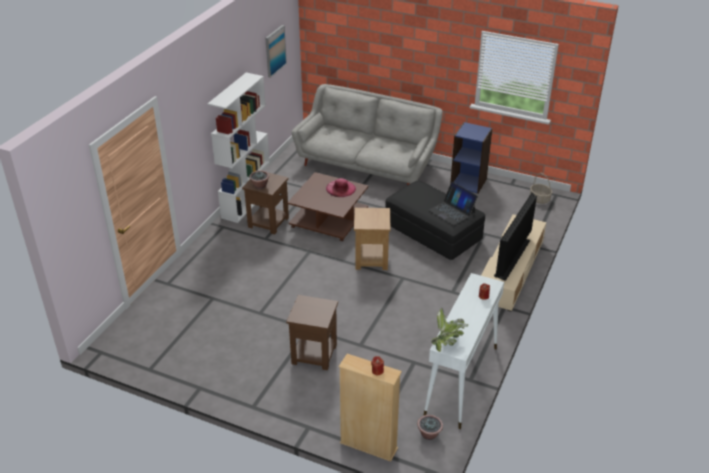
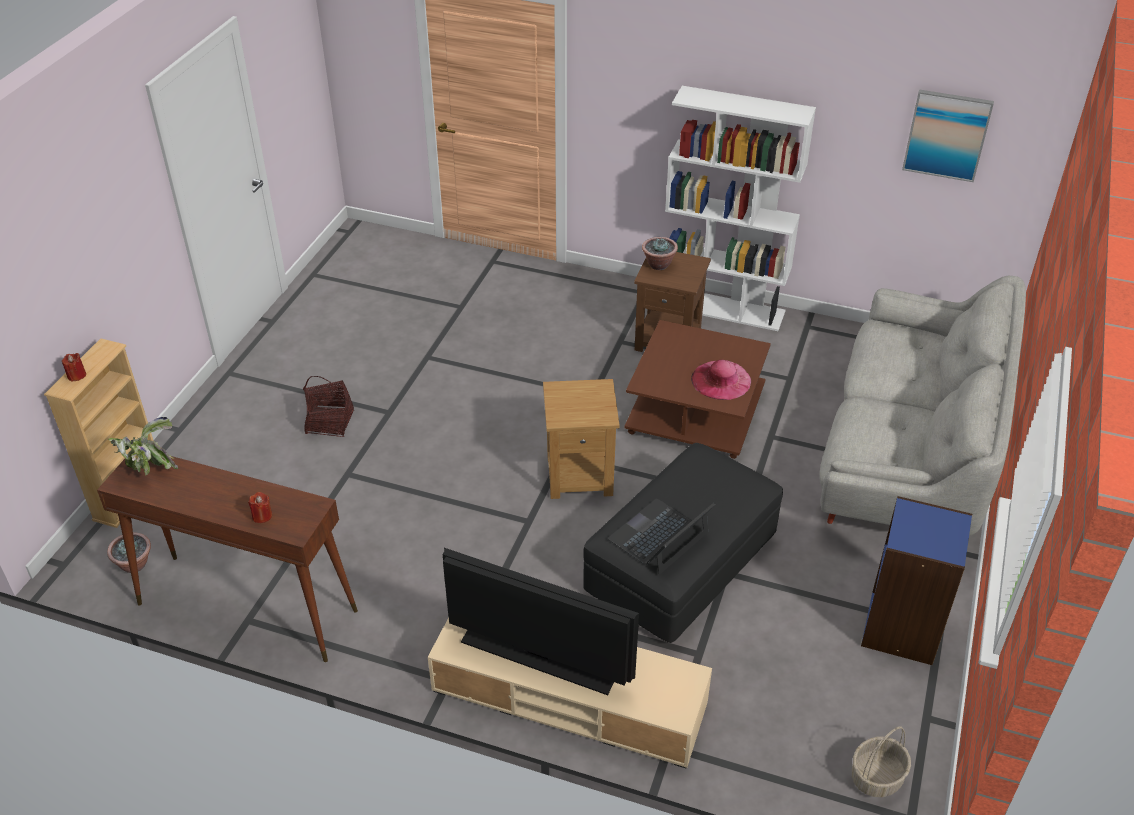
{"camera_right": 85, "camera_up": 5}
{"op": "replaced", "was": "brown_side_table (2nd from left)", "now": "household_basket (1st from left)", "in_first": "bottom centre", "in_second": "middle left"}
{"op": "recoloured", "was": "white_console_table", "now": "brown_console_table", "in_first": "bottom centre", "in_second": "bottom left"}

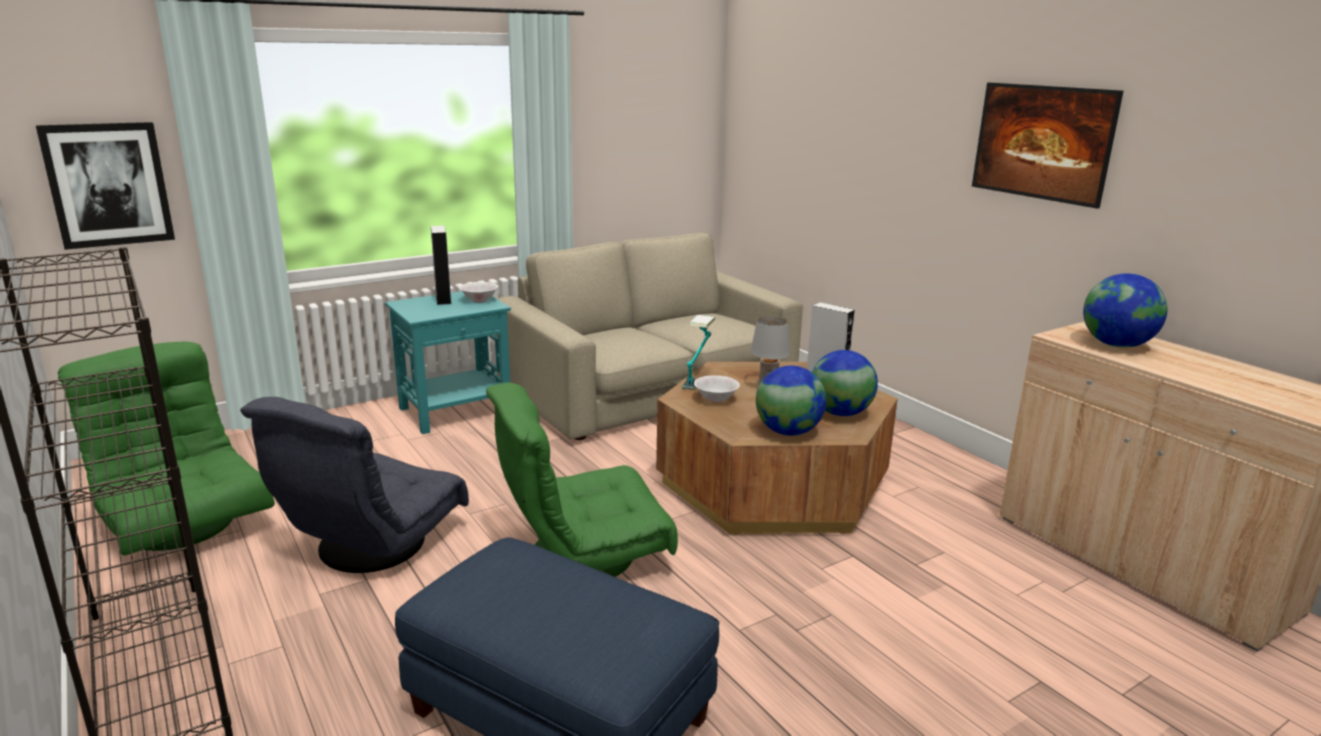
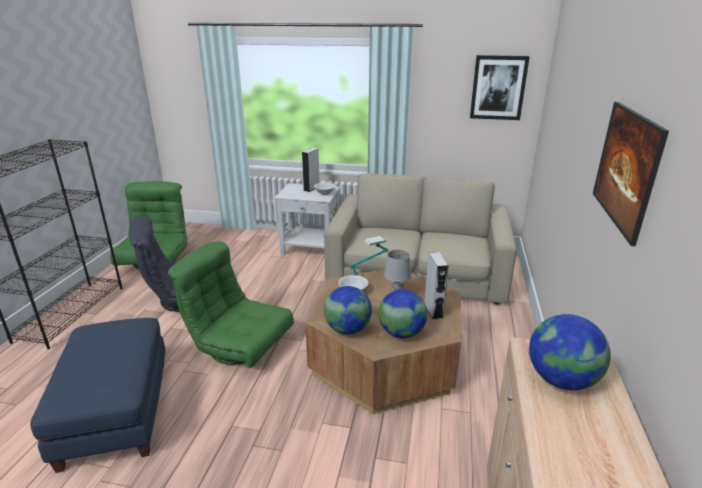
{"camera_right": 45, "camera_up": 5}
{"op": "moved", "was": "wall_picture (1st from left)", "in_first": "top left", "in_second": "top right"}
{"op": "recoloured", "was": "turquoise_side_table", "now": "white_side_table", "in_first": "centre", "in_second": "centre"}

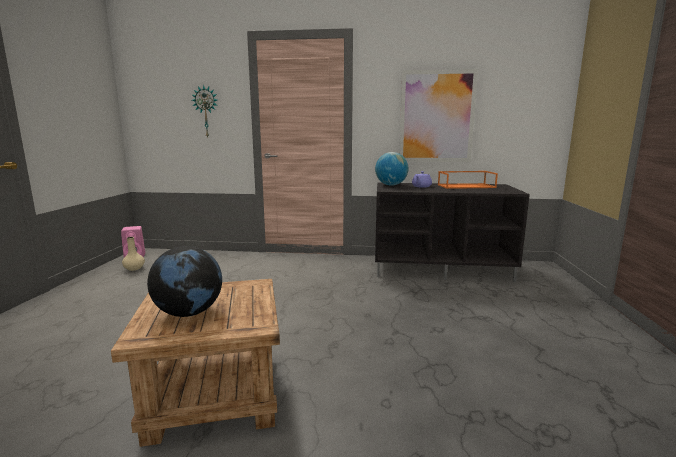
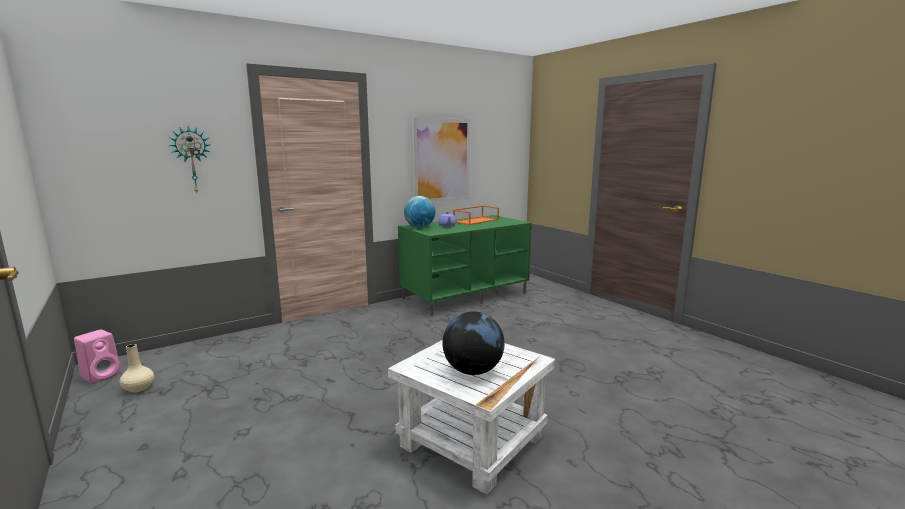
{"camera_right": -40, "camera_up": 0}
{"op": "recoloured", "was": "brown_side_table", "now": "white_side_table", "in_first": "bottom left", "in_second": "bottom centre"}
{"op": "recoloured", "was": "blackish_media_console", "now": "green-coloured_media_console", "in_first": "middle right", "in_second": "centre"}

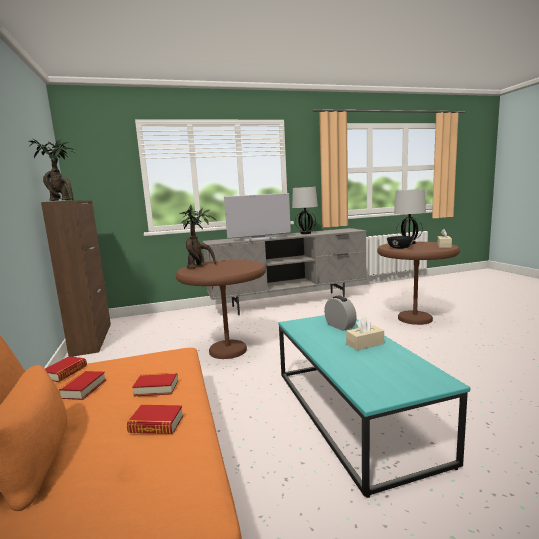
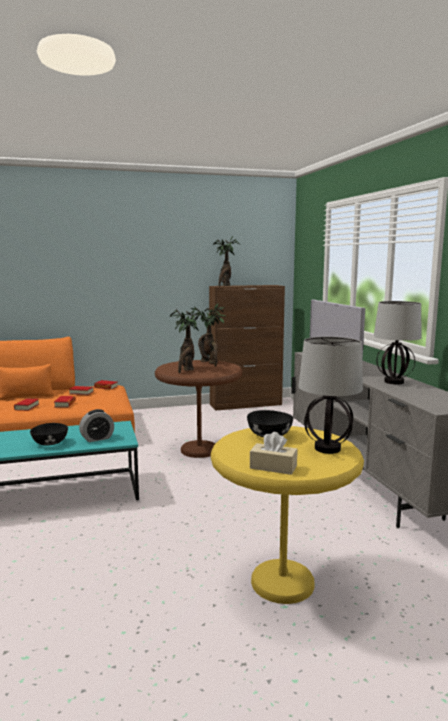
{"camera_right": 90, "camera_up": 0}
{"op": "added", "now": "houseplant (1st from left)", "in_second": "centre"}
{"op": "replaced", "was": "beige-coloured_tissue_box (1st from left)", "now": "blackish_deep_dish (1st from left)", "in_first": "middle right", "in_second": "middle left"}
{"op": "recoloured", "was": "brown_side_table (2nd from left)", "now": "yellowish_side_table", "in_first": "middle right", "in_second": "bottom centre"}

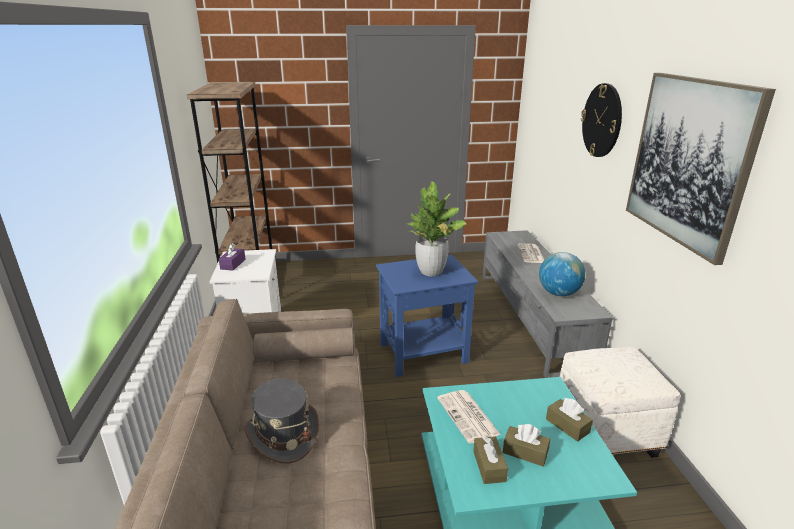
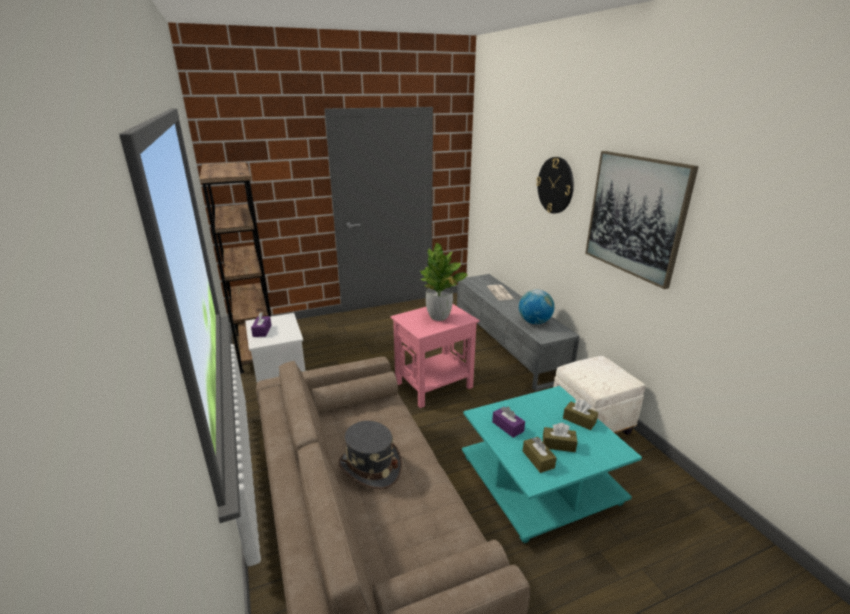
{"camera_right": -15, "camera_up": 0}
{"op": "replaced", "was": "printed_paper (1st from left)", "now": "purple_tissue_box (2nd from left)", "in_first": "bottom centre", "in_second": "bottom centre"}
{"op": "recoloured", "was": "bluish_side_table", "now": "pinkish_side_table", "in_first": "centre", "in_second": "centre"}

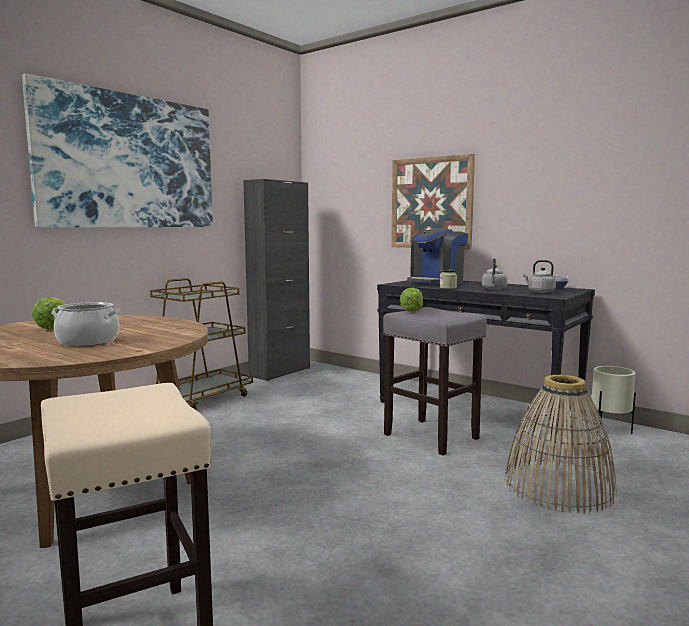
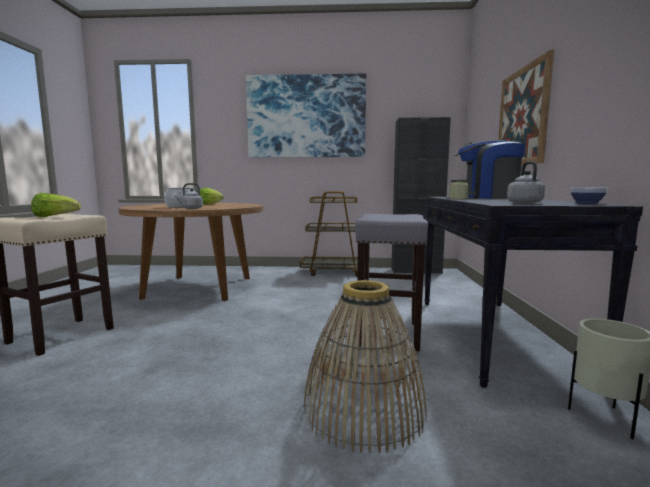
{"camera_right": 55, "camera_up": 0}
{"op": "moved", "was": "lettuce (2nd from left in the first image)", "now": "lettuce (1st from left)", "in_first": "centre", "in_second": "middle left"}
{"op": "moved", "was": "gray_kettle (1st from left)", "in_first": "middle right", "in_second": "middle left"}

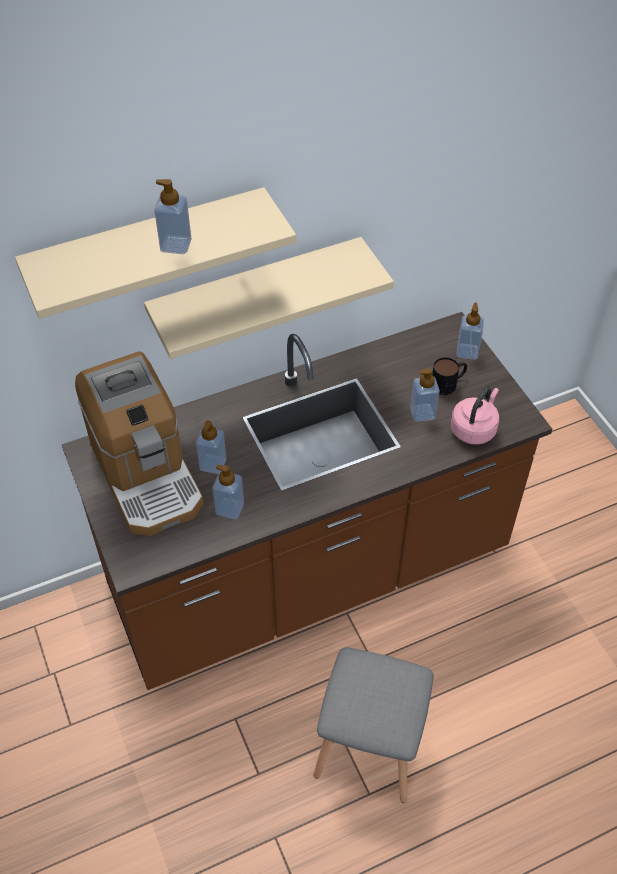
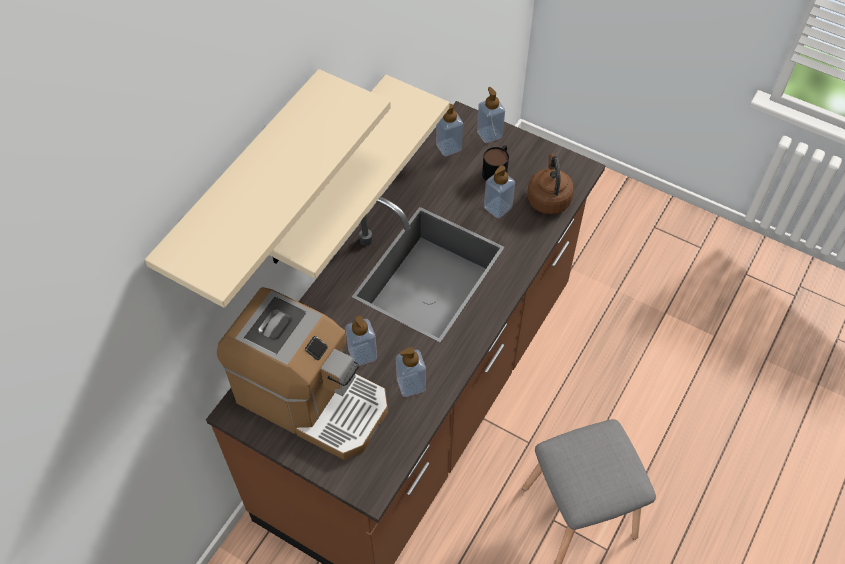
{"camera_right": -35, "camera_up": 5}
{"op": "moved", "was": "soap_bottle (1st from left in the first image)", "now": "soap_bottle (3rd from left)", "in_first": "top left", "in_second": "top centre"}
{"op": "recoloured", "was": "pinkish_kettle", "now": "brown_kettle", "in_first": "middle right", "in_second": "top centre"}

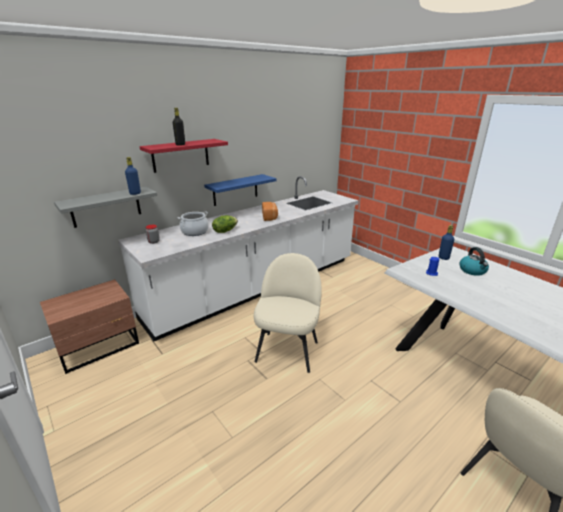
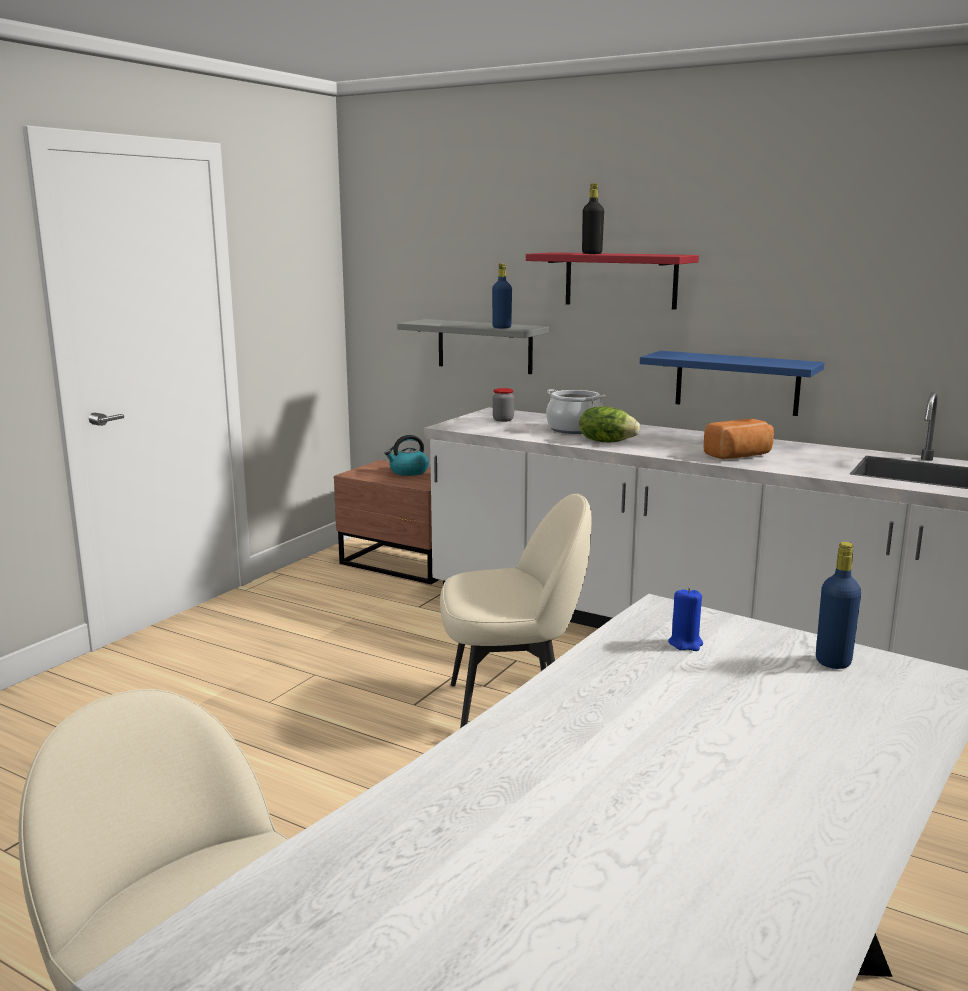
{"camera_right": 70, "camera_up": -10}
{"op": "moved", "was": "kettle", "in_first": "middle right", "in_second": "centre"}

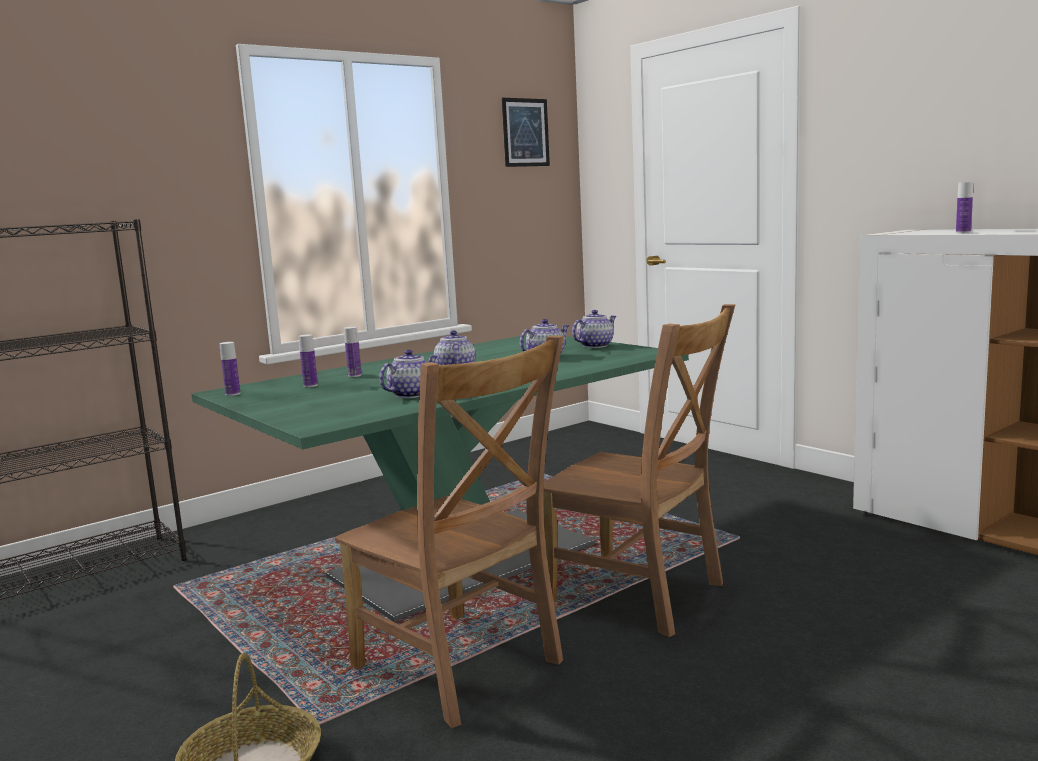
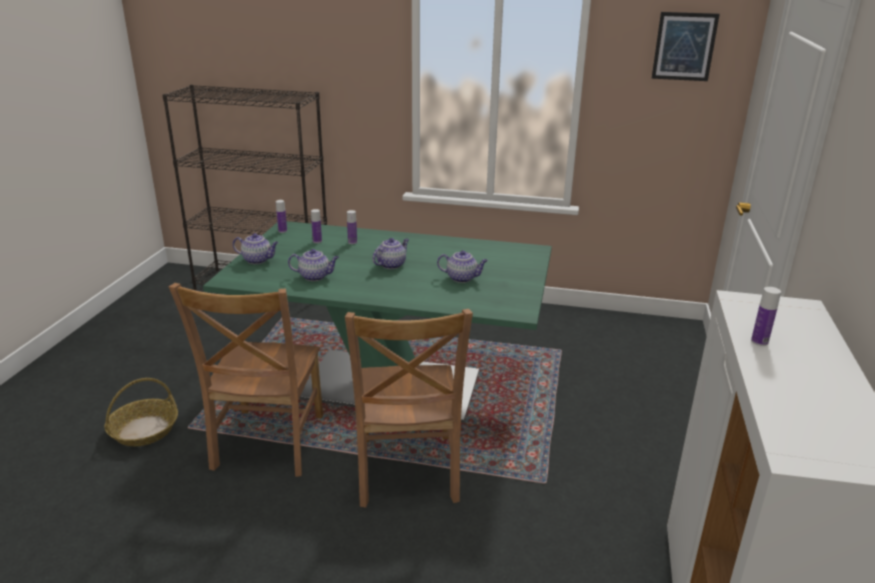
{"camera_right": 50, "camera_up": 15}
{"op": "moved", "was": "teapot (4th from left in the first image)", "now": "teapot (1st from left)", "in_first": "centre", "in_second": "middle left"}

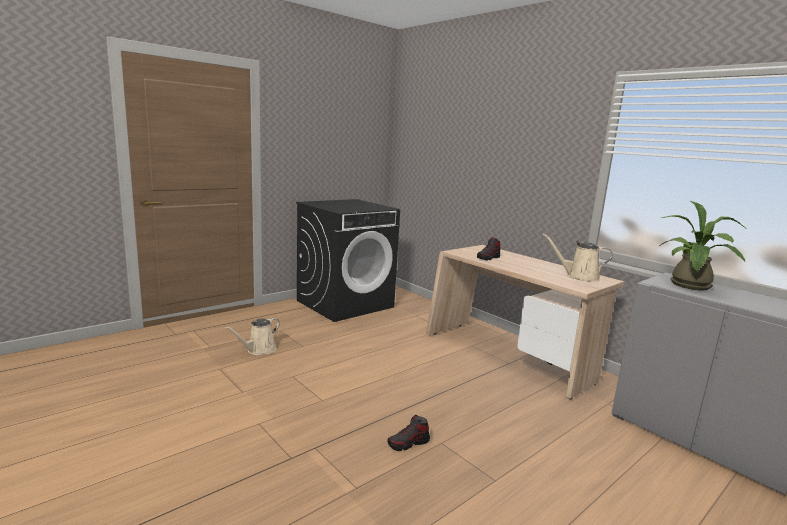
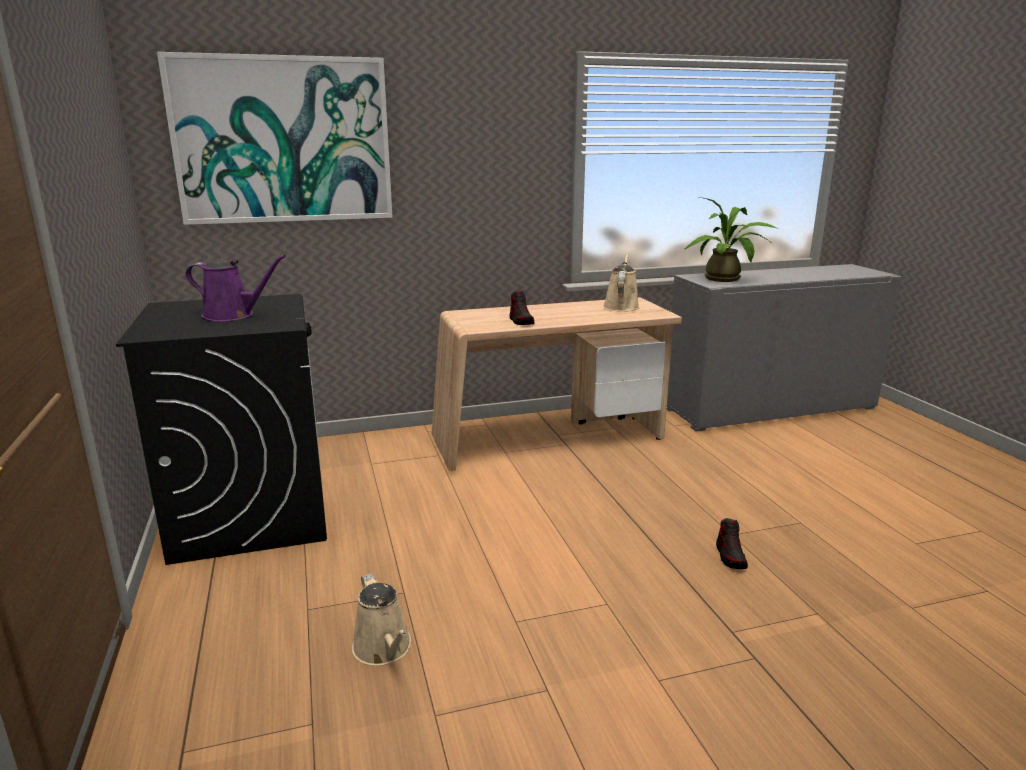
{"camera_right": -65, "camera_up": 5}
{"op": "added", "now": "wall_picture", "in_second": "top left"}
{"op": "added", "now": "purple_watering_pot", "in_second": "middle left"}
{"op": "turned", "was": "beige-coloured_watering_pot (2nd from left)", "in_first": "middle right", "in_second": "centre", "clockwise": 150}

